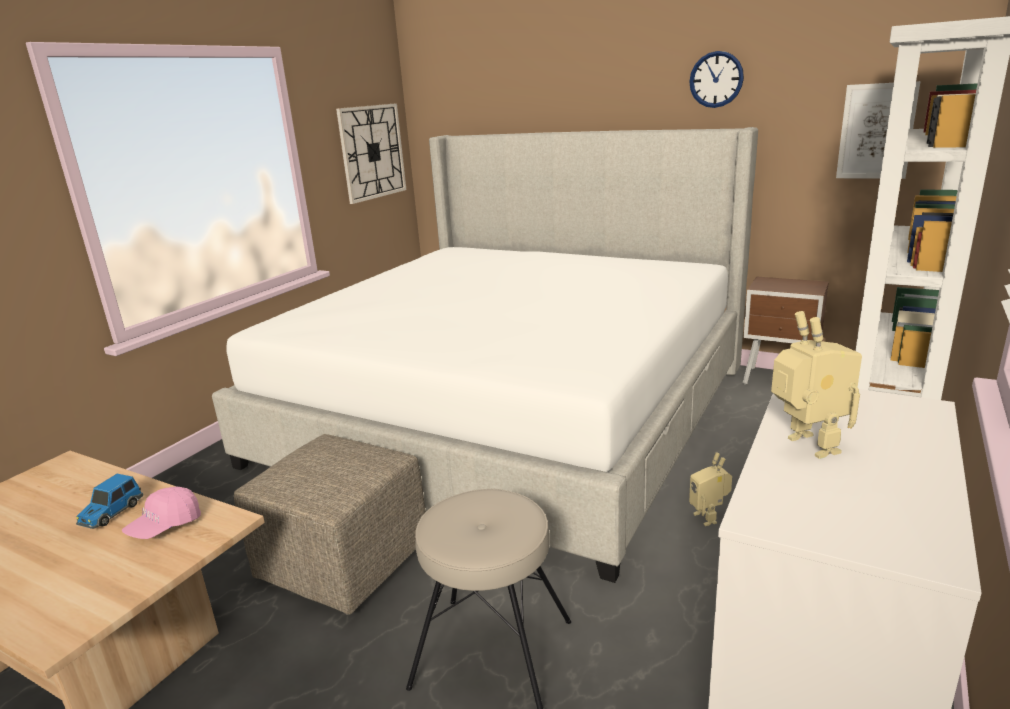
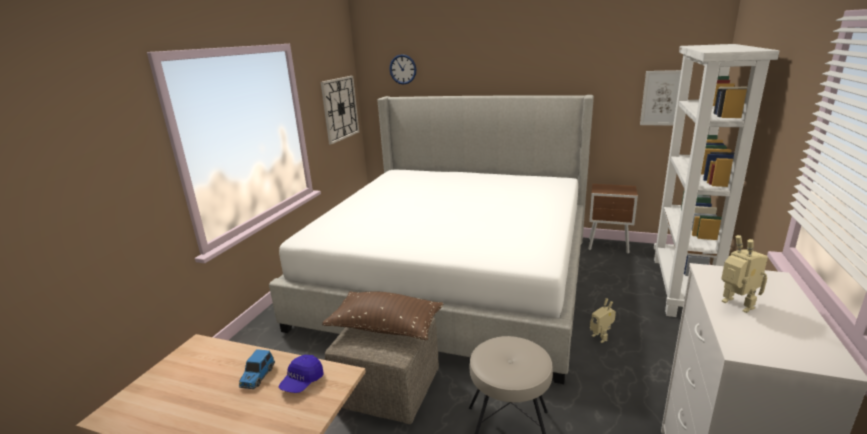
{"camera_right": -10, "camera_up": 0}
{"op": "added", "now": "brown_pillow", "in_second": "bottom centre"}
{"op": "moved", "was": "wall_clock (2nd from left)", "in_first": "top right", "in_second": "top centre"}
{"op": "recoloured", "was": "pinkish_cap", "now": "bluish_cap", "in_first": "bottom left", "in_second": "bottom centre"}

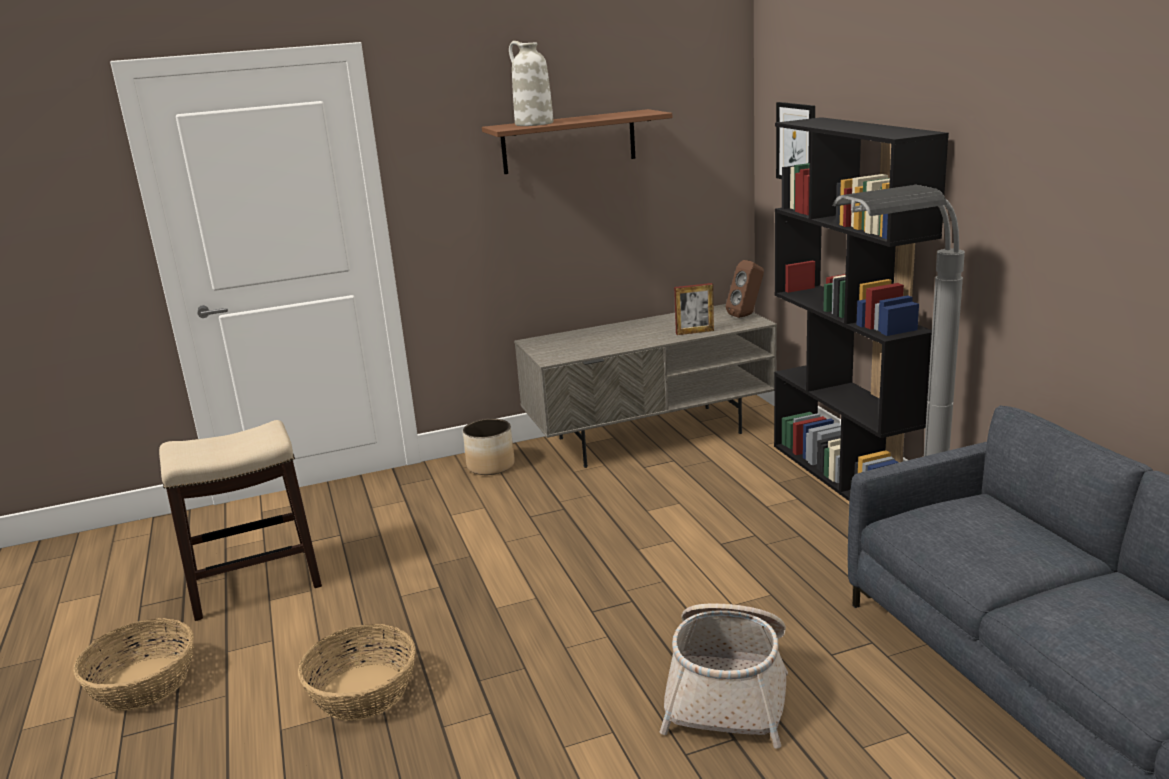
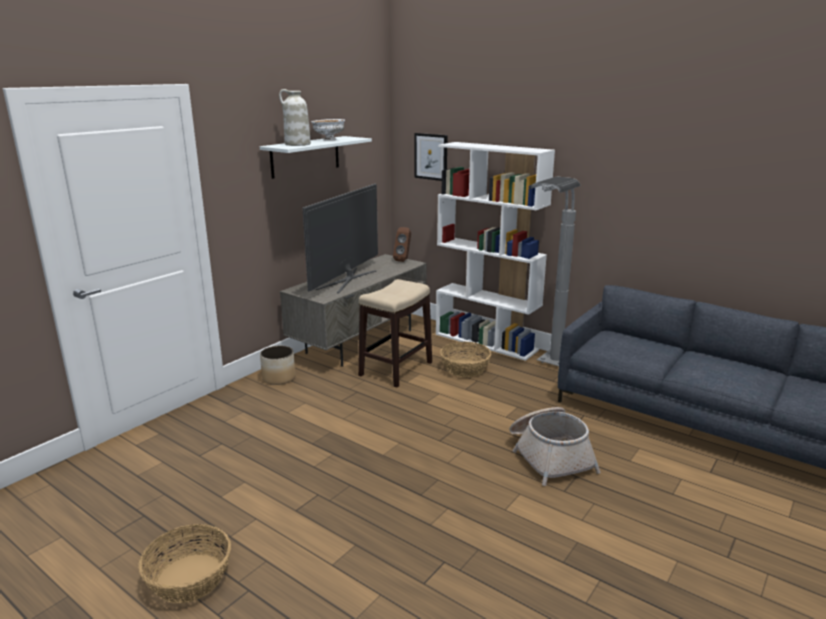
{"camera_right": -35, "camera_up": 0}
{"op": "removed", "was": "standing_frame", "in_first": "centre"}
{"op": "added", "now": "TV", "in_second": "centre"}
{"op": "added", "now": "white_deep_dish", "in_second": "top centre"}
{"op": "moved", "was": "stool", "in_first": "bottom left", "in_second": "centre"}
{"op": "moved", "was": "household_basket (2nd from left)", "in_first": "bottom left", "in_second": "centre"}
{"op": "recoloured", "was": "brown_wall_shelf", "now": "white_wall_shelf", "in_first": "top centre", "in_second": "top centre"}
{"op": "recoloured", "was": "blackish_bookshelf", "now": "white_bookshelf", "in_first": "middle right", "in_second": "centre"}

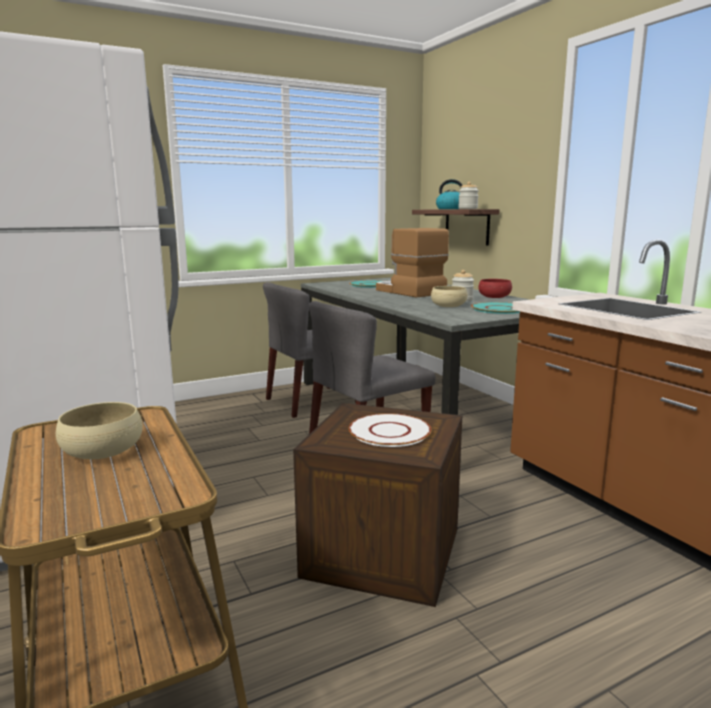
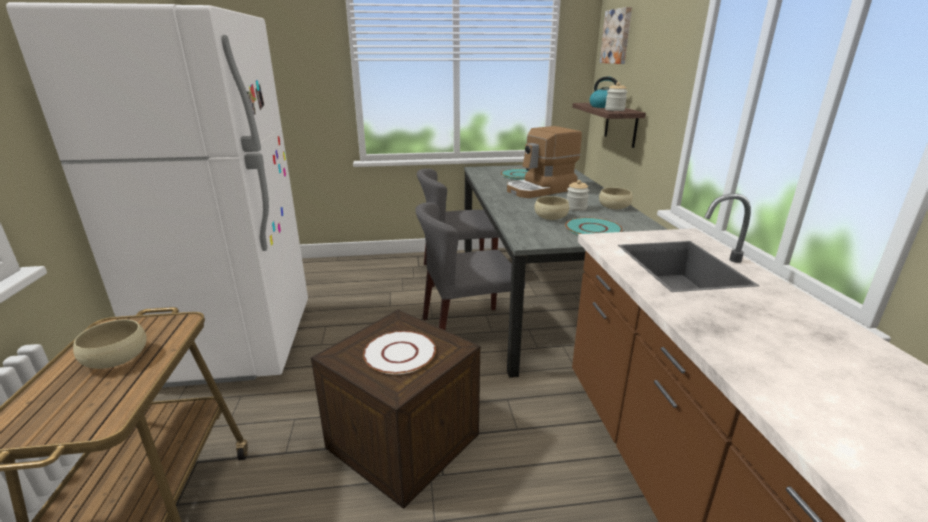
{"camera_right": 20, "camera_up": 10}
{"op": "added", "now": "wall_picture", "in_second": "top centre"}
{"op": "recoloured", "was": "reddish_deep_dish", "now": "beige-coloured_deep_dish (3rd from left)", "in_first": "middle right", "in_second": "centre"}
{"op": "turned", "was": "coffee_brewer", "in_first": "centre", "in_second": "top centre", "clockwise": -105}

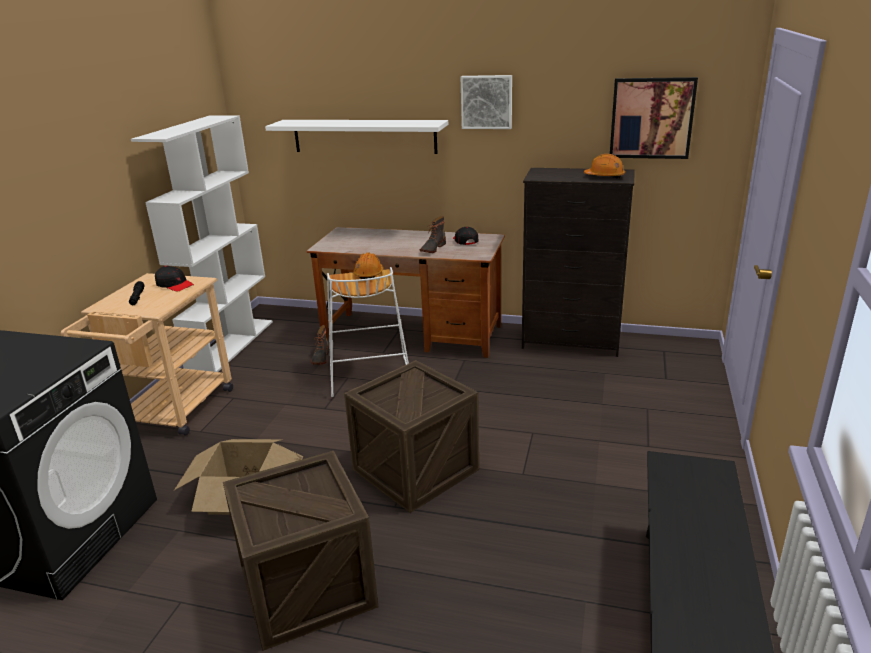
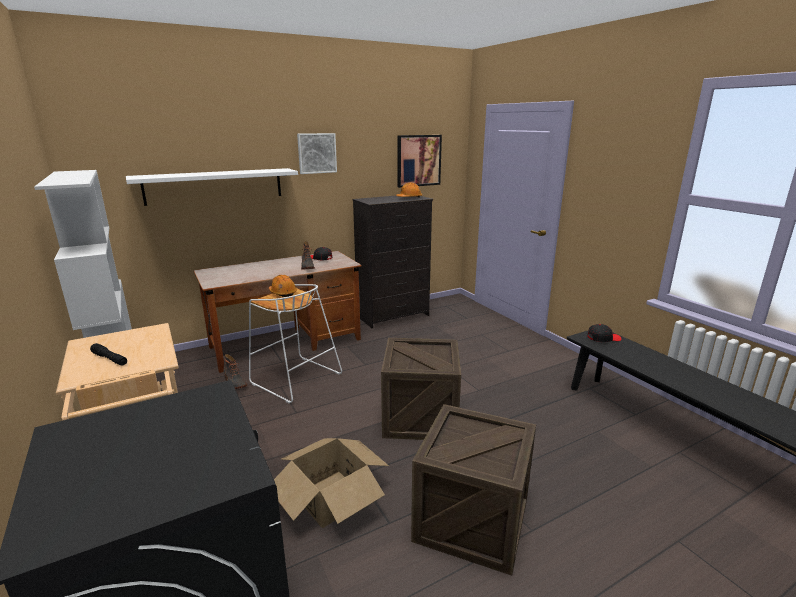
{"camera_right": -45, "camera_up": -5}
{"op": "moved", "was": "blackish_cap (1st from left in the first image)", "now": "blackish_cap (2nd from left)", "in_first": "middle left", "in_second": "middle right"}

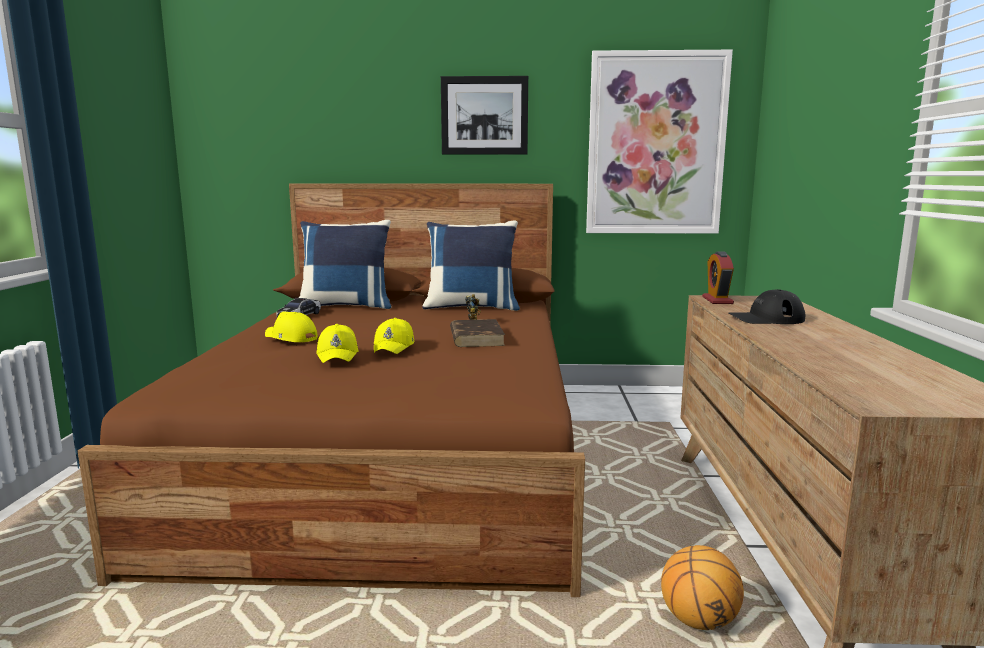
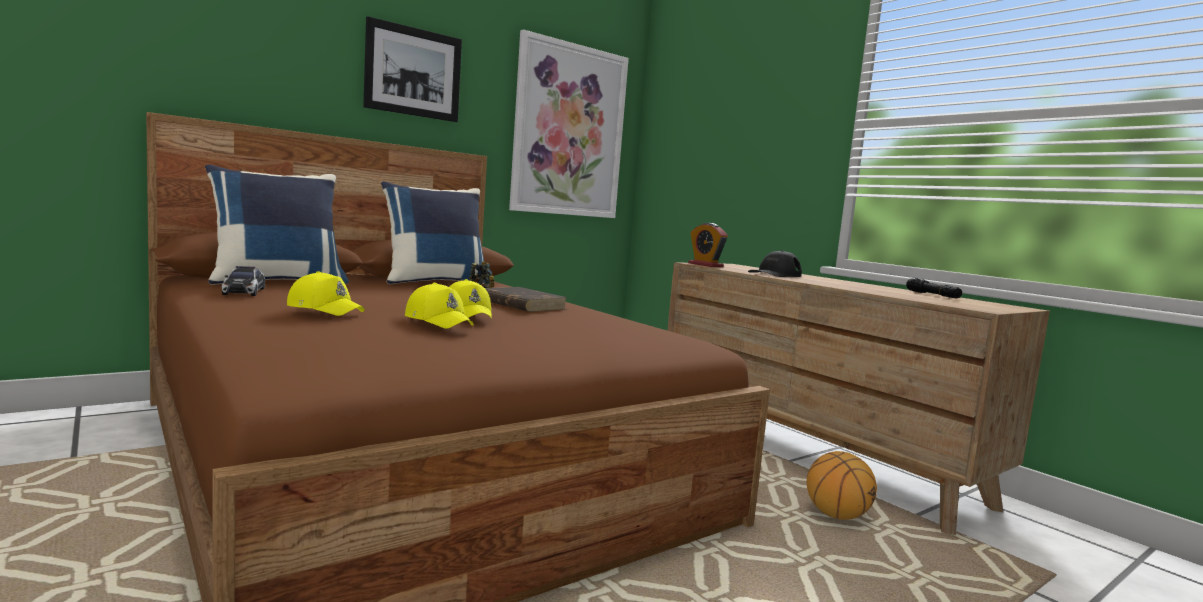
{"camera_right": -40, "camera_up": -5}
{"op": "added", "now": "blackish_flashlight", "in_second": "middle right"}
{"op": "turned", "was": "yellowish_cap (1st from left)", "in_first": "middle left", "in_second": "middle left", "clockwise": -150}

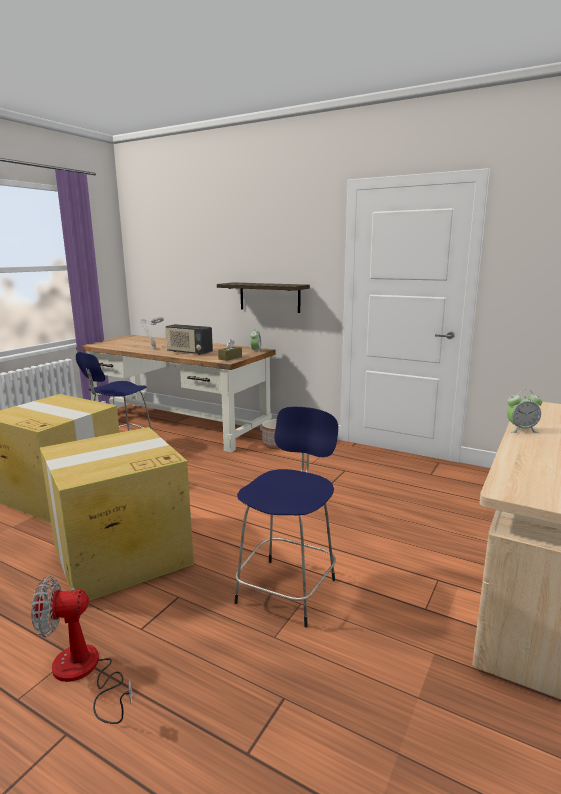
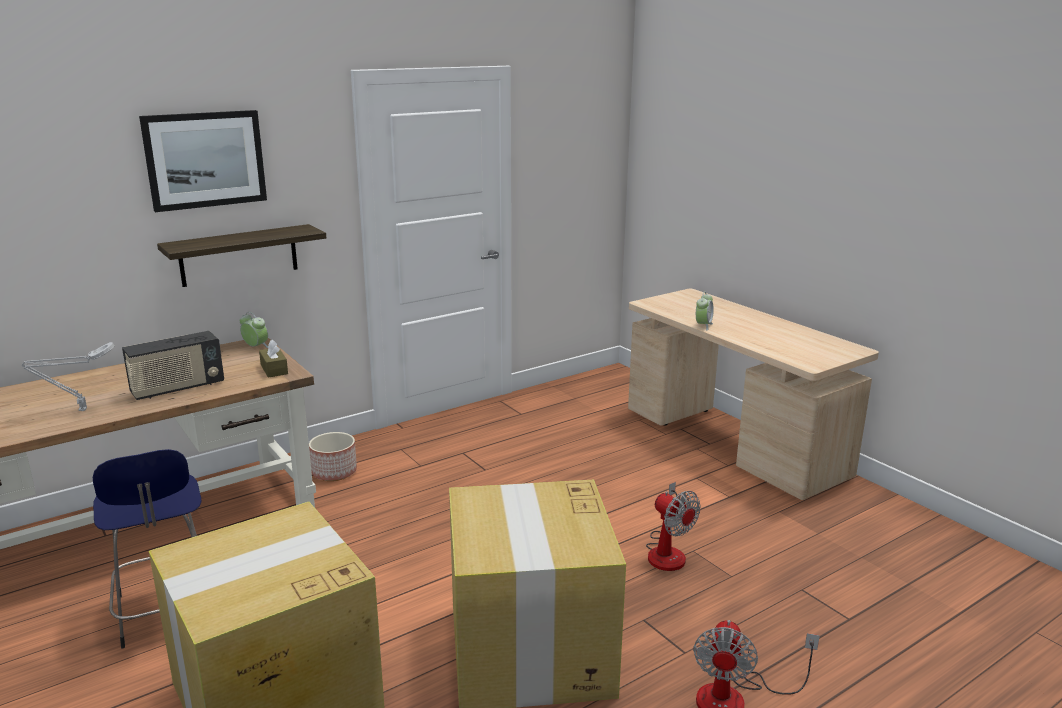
{"camera_right": -65, "camera_up": 5}
{"op": "added", "now": "wall_picture", "in_second": "top left"}
{"op": "replaced", "was": "bluish_stool (2nd from left)", "now": "electric_fan (1st from left)", "in_first": "centre", "in_second": "bottom centre"}

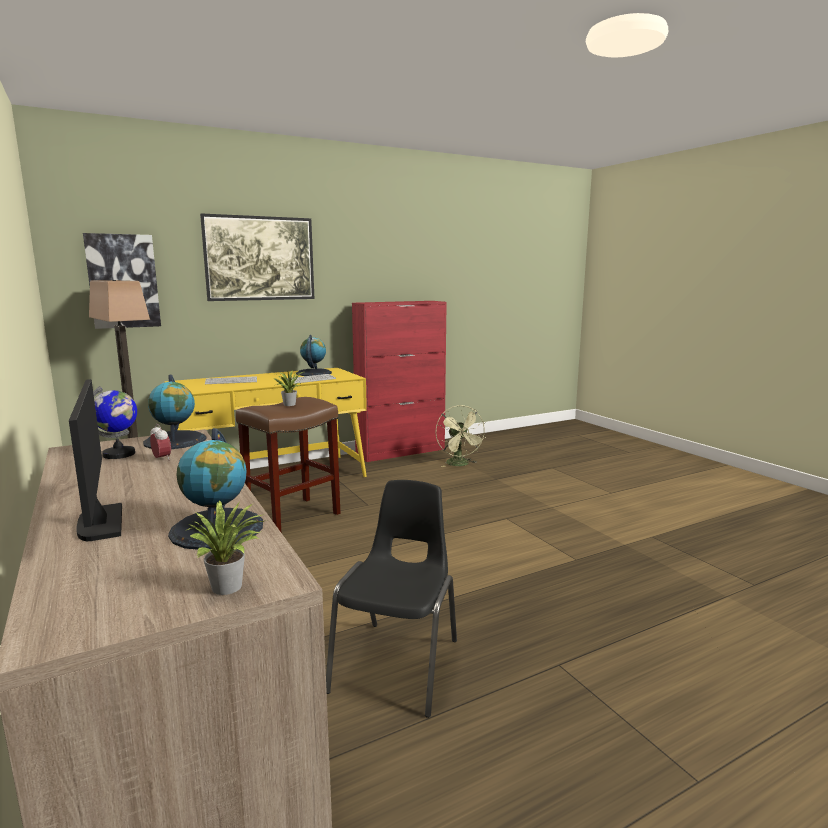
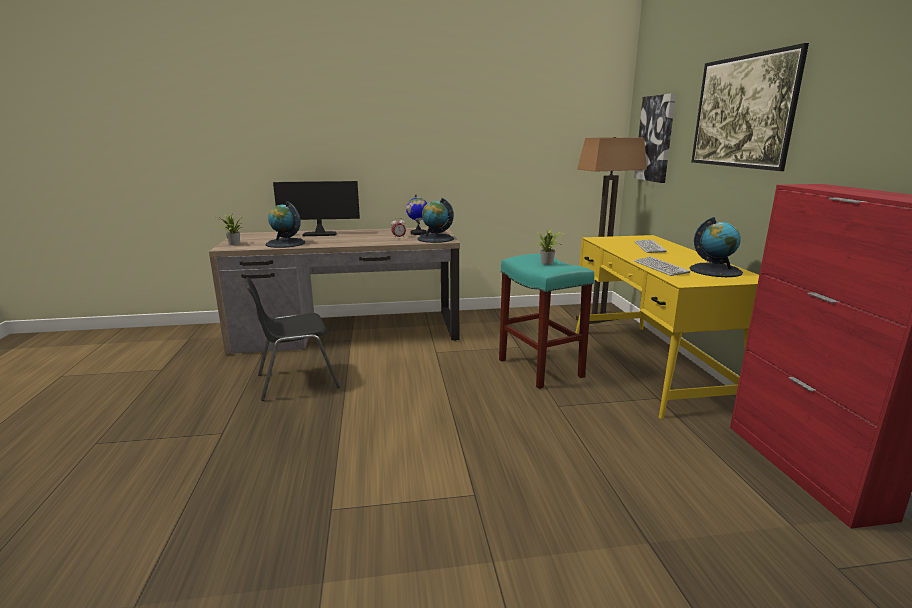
{"camera_right": 110, "camera_up": 5}
{"op": "removed", "was": "green-coloured_electric_fan", "in_first": "centre"}
{"op": "recoloured", "was": "brown_stool", "now": "turquoise_stool", "in_first": "centre", "in_second": "centre"}
{"op": "turned", "was": "blackish_plain_chair", "in_first": "bottom centre", "in_second": "middle left", "clockwise": 120}

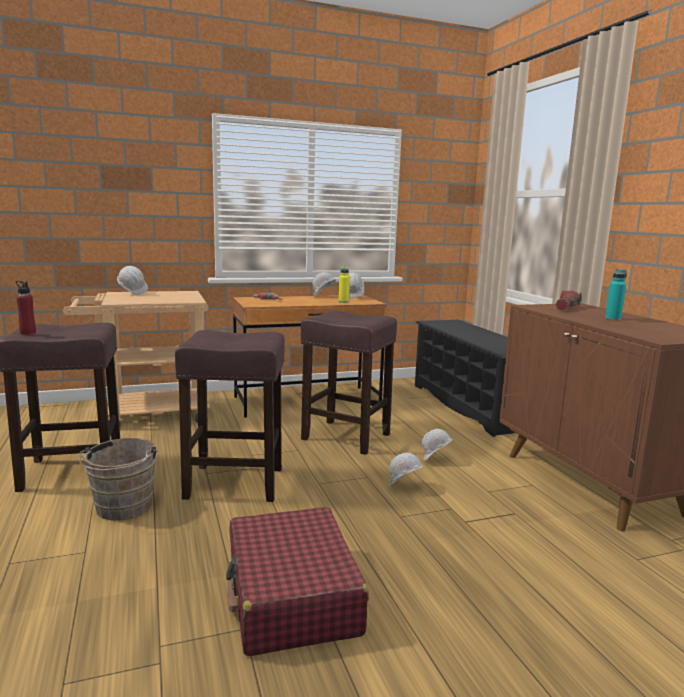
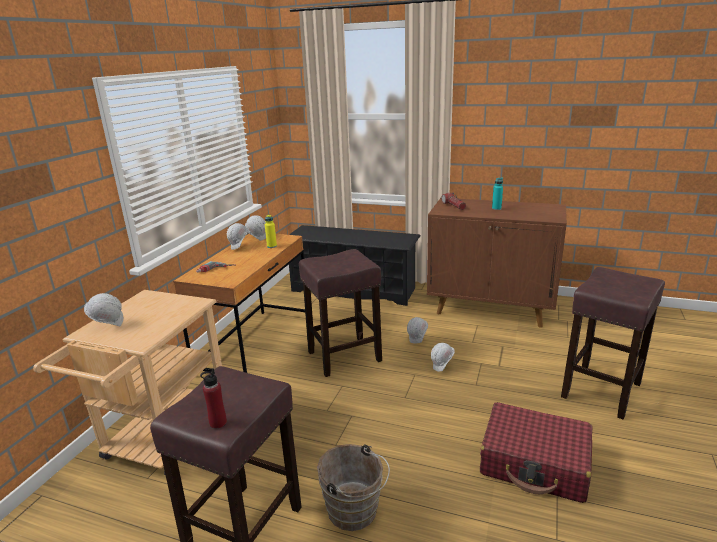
{"camera_right": -50, "camera_up": 10}
{"op": "moved", "was": "brown_stool (2nd from left in the first image)", "now": "brown_stool (3rd from left)", "in_first": "centre", "in_second": "middle right"}

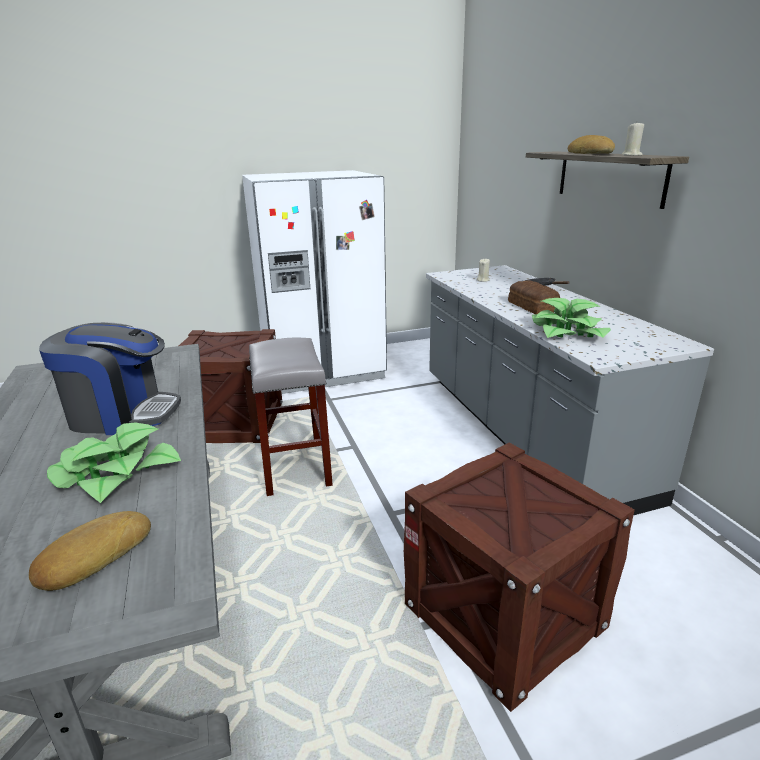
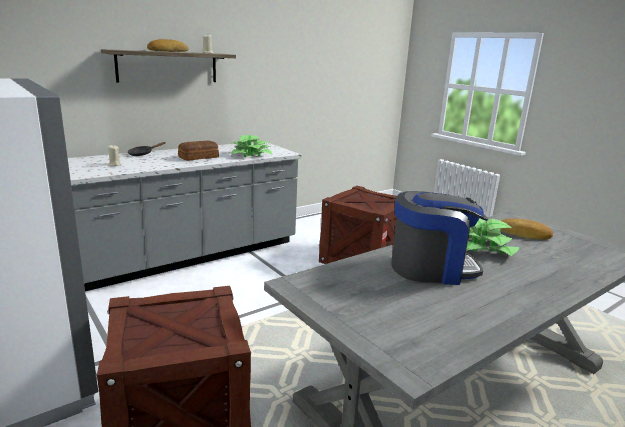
{"camera_right": -110, "camera_up": -5}
{"op": "removed", "was": "gray_stool", "in_first": "centre"}
{"op": "turned", "was": "coffee_brewer", "in_first": "middle left", "in_second": "middle right", "clockwise": 105}

